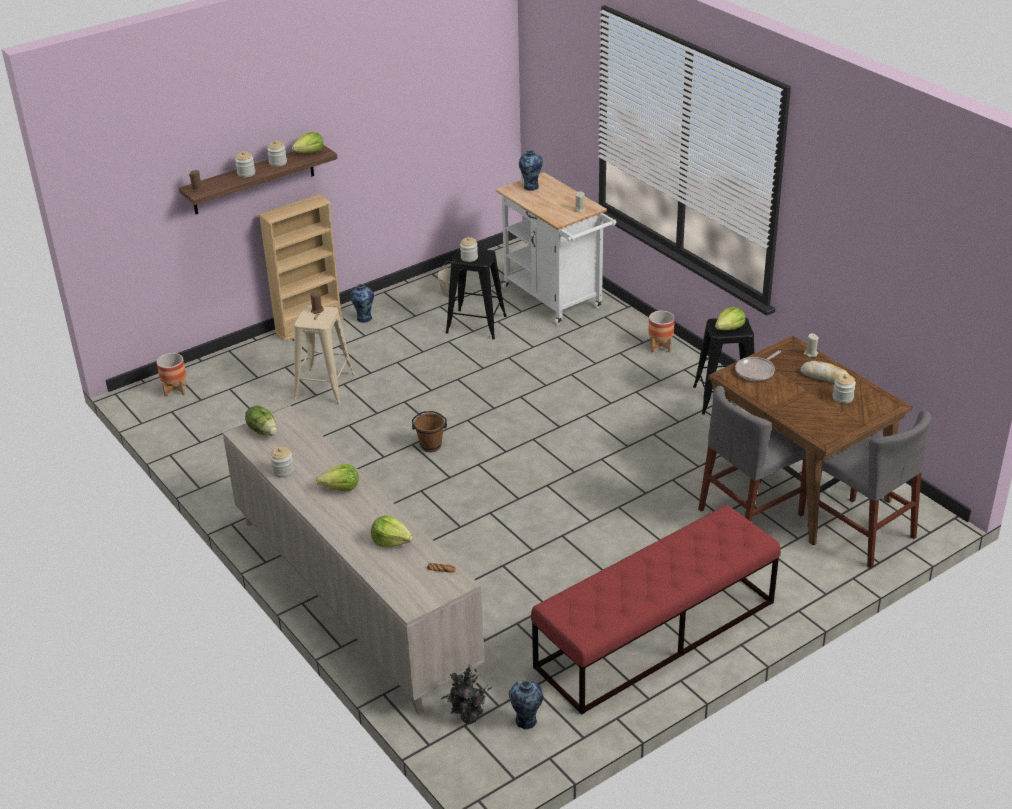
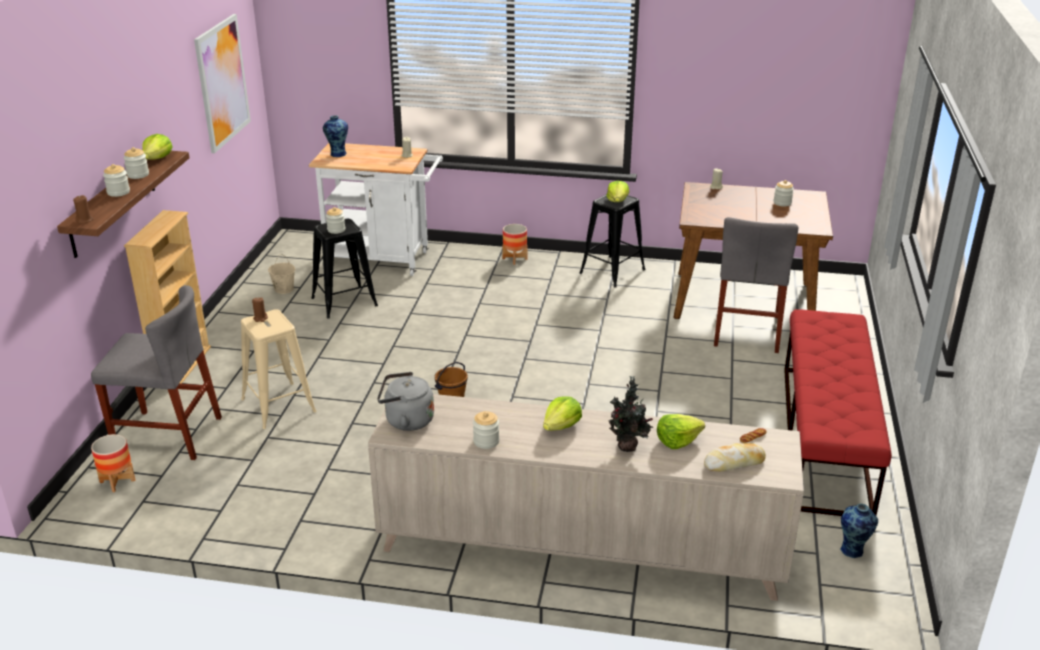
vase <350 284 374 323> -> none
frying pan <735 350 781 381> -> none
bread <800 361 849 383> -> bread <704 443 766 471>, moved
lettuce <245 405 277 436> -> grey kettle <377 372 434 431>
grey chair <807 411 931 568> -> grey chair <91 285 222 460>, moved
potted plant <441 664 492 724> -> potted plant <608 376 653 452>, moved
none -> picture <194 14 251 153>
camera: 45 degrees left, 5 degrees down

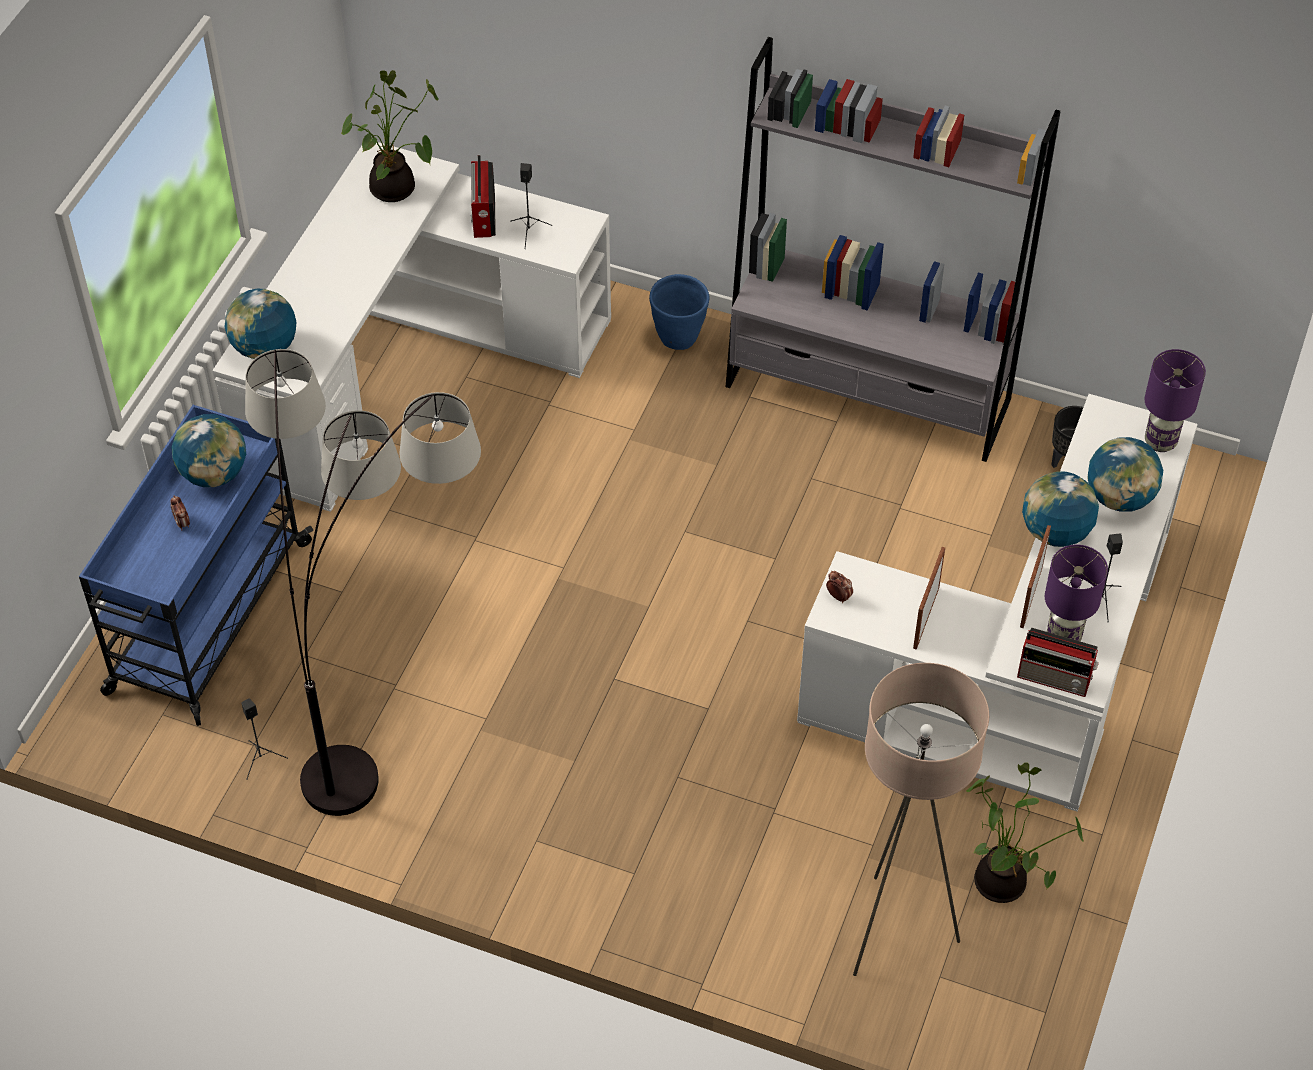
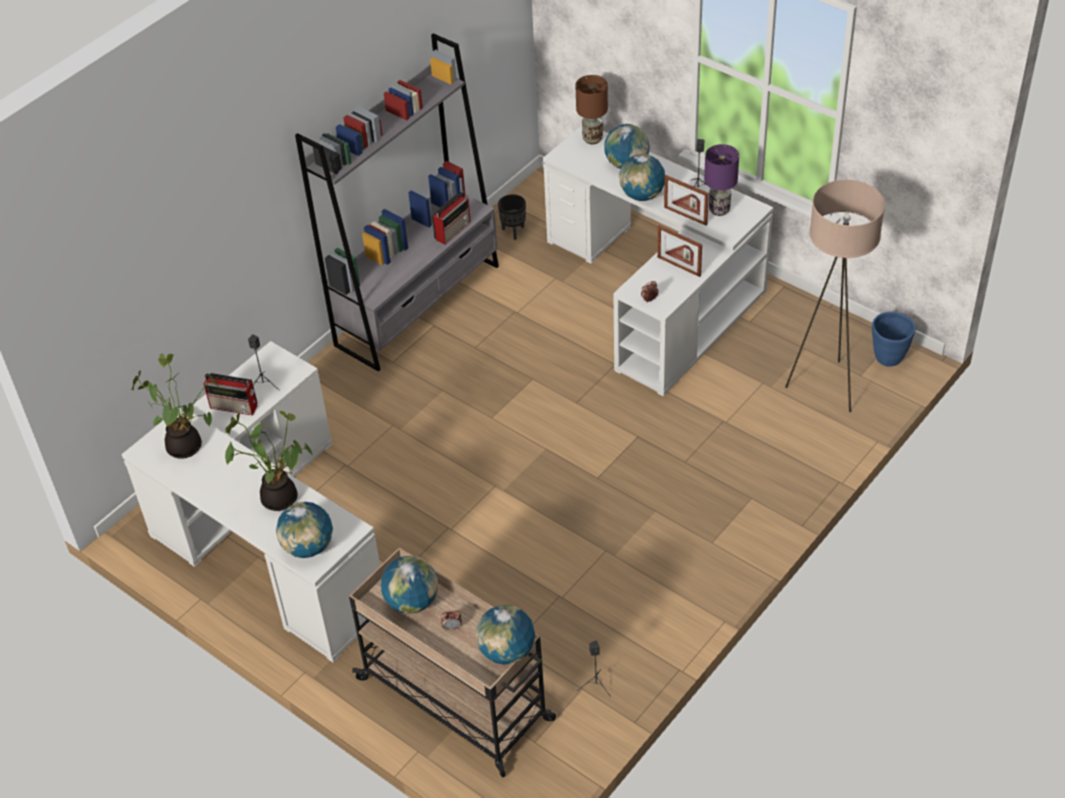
blue planter <649 274 710 350> -> blue planter <872 312 916 367>, moved
floor lamp <245 349 481 816> -> none
purple table lamp <1145 349 1206 452> -> brown table lamp <576 75 608 144>
blue cart <79 405 313 726> -> beige cart <349 547 556 778>
radio <1017 628 1099 697> -> radio <432 191 471 245>, moved
potted plant <966 762 1084 903> -> potted plant <225 411 313 511>, moved
none -> globe <476 605 535 665>
camera: 70 degrees left, 5 degrees down

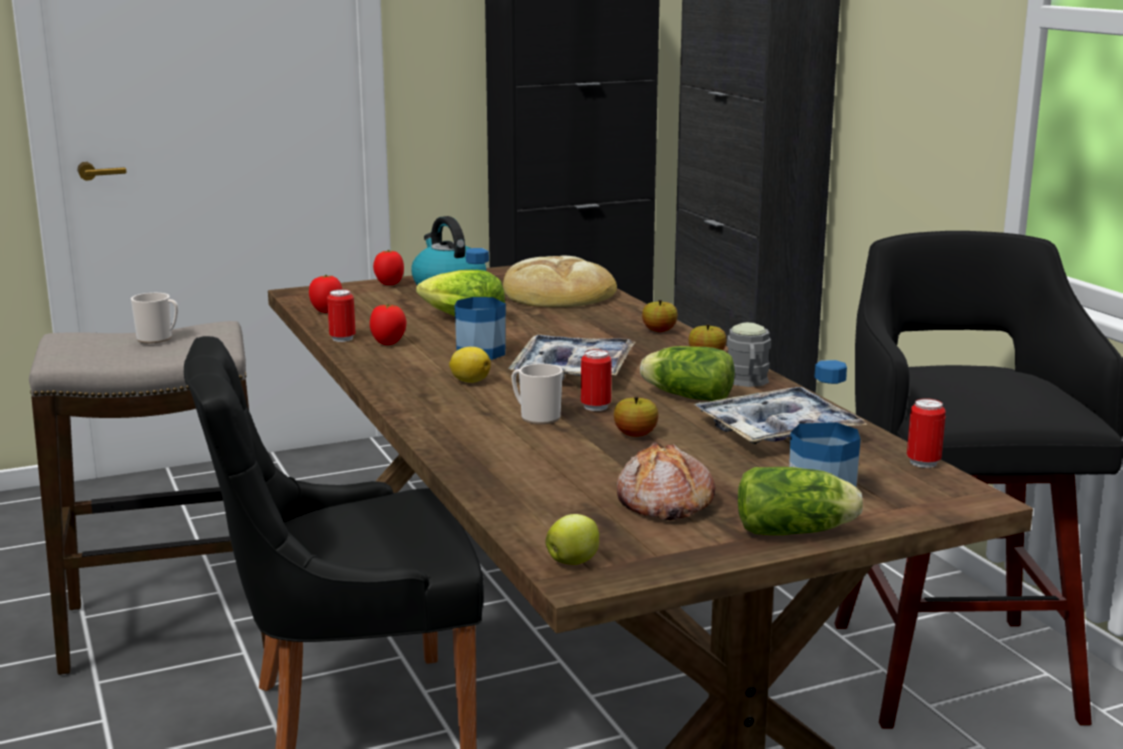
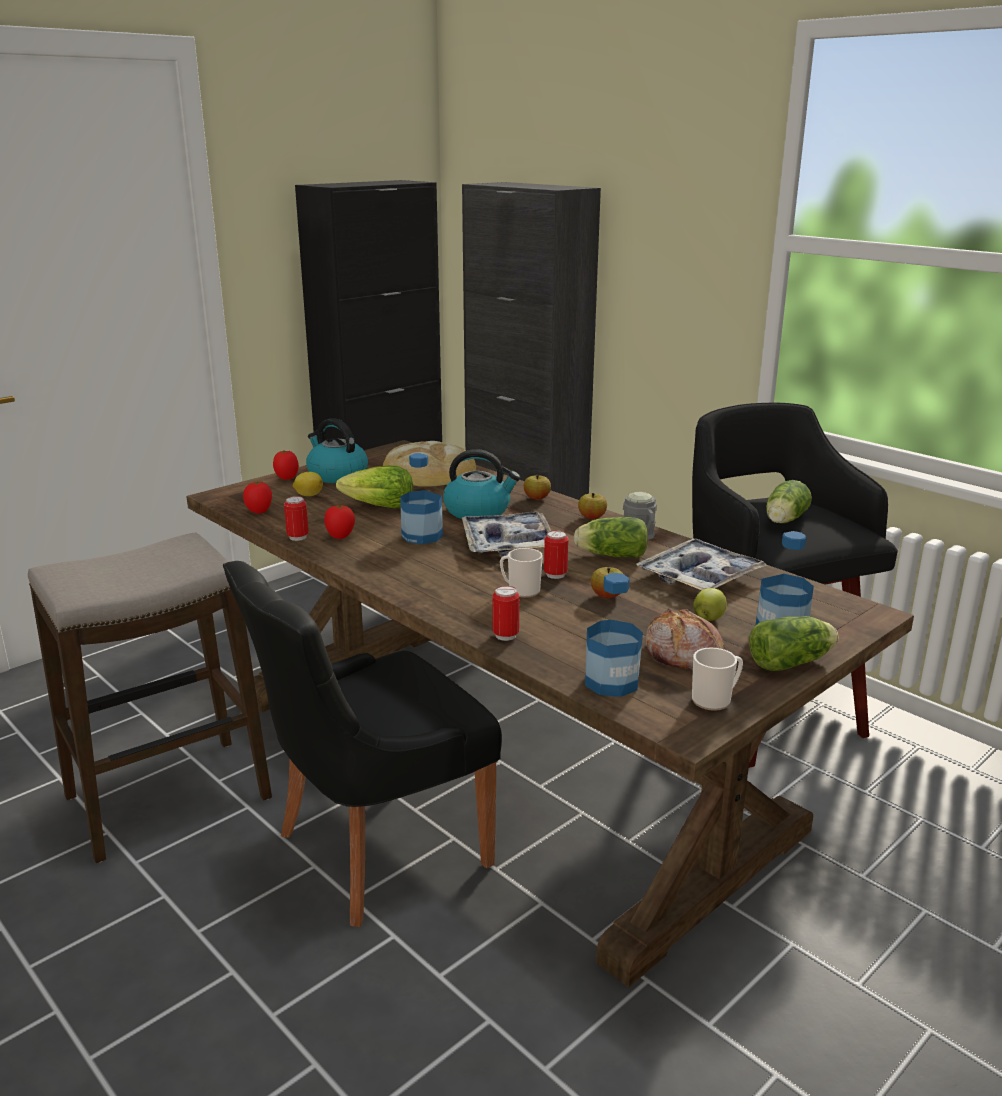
mug <131 293 178 344> -> mug <692 648 743 711>, moved
lemon <449 347 491 383> -> lemon <293 472 323 496>, moved
can <907 398 946 468> -> can <492 586 519 641>, moved
apple <545 514 600 565> -> apple <693 588 727 621>, moved
none -> kettle <443 449 521 519>
none -> lettuce <766 480 812 523>
none -> bottle <585 573 643 697>
camera: 20 degrees left, 5 degrees up

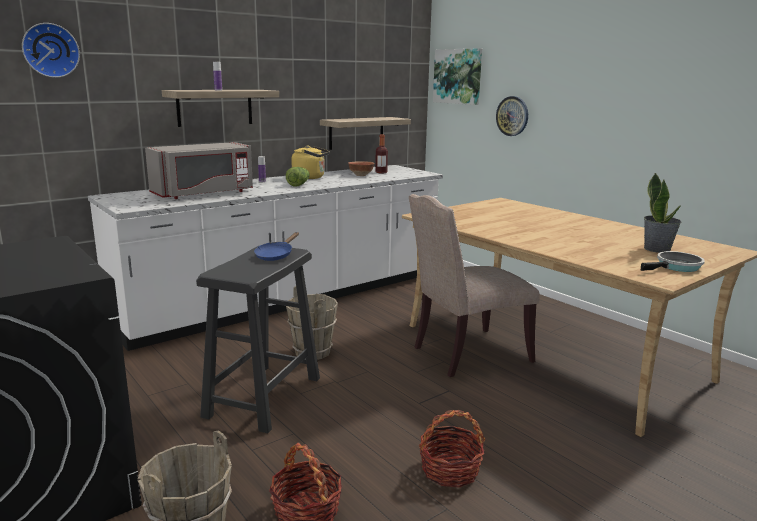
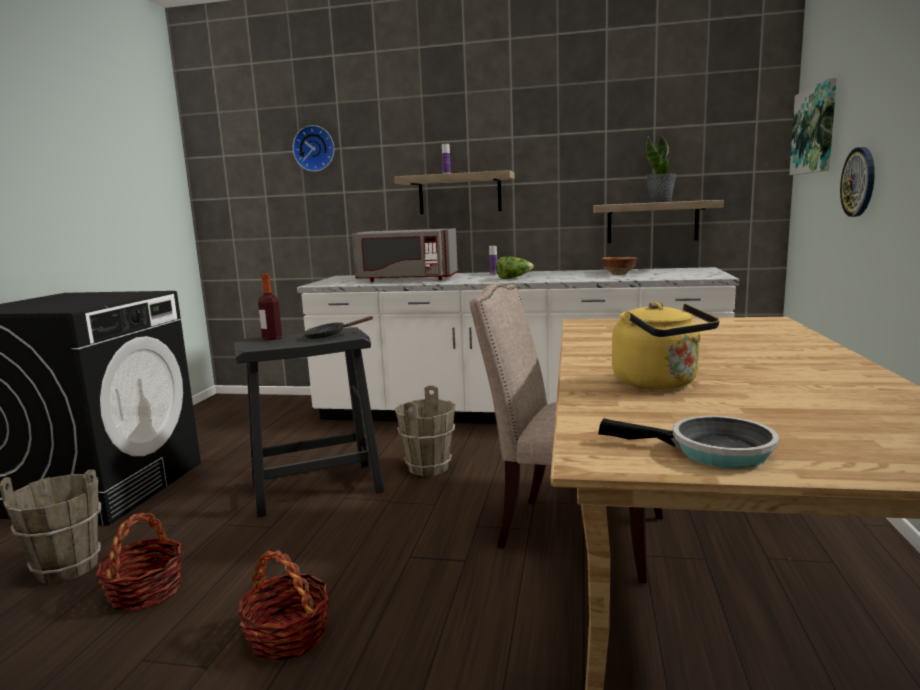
bottle <375 134 388 174> -> bottle <258 274 282 340>, moved
yellow kettle <291 145 330 179> -> yellow kettle <612 302 720 390>, moved
potted plant <644 172 681 253> -> potted plant <646 135 677 202>, moved
blue frying pan <254 232 299 261> -> black frying pan <303 316 374 339>
camera: 50 degrees right, 5 degrees down

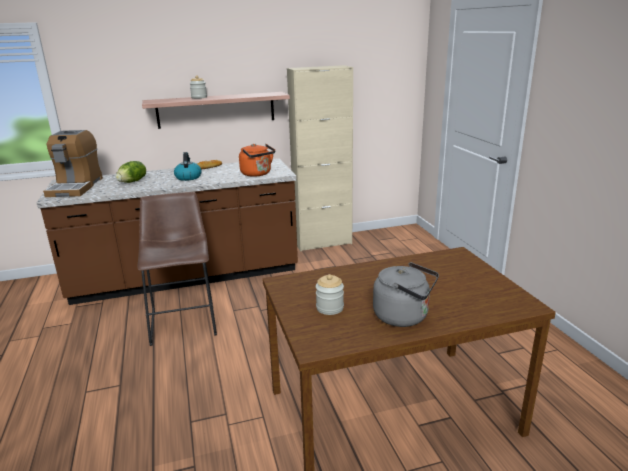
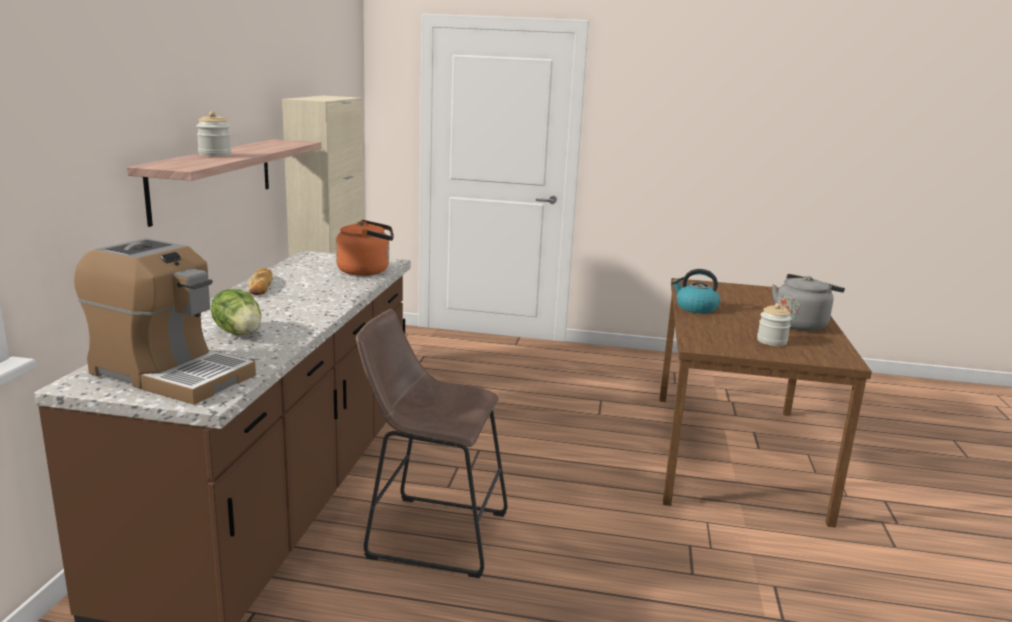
kettle <174 152 202 181> -> kettle <672 269 720 313>, moved
camera: 65 degrees left, 5 degrees down

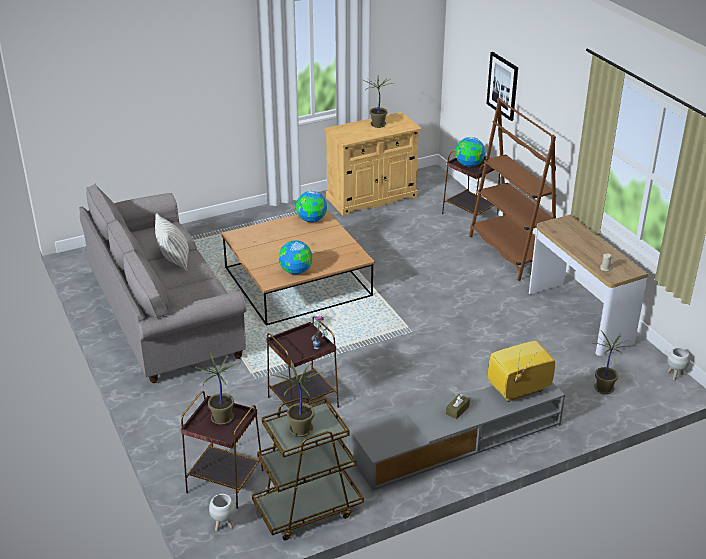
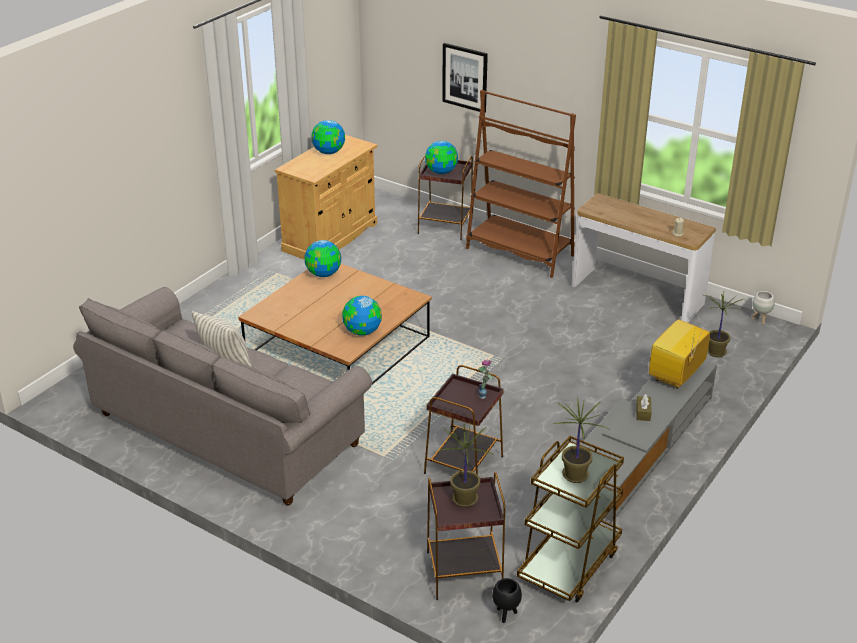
potted plant <363 75 394 128> -> globe <311 120 345 154>
white planter <209 494 235 531> -> black planter <492 578 522 623>
camera: 30 degrees left, 0 degrees up

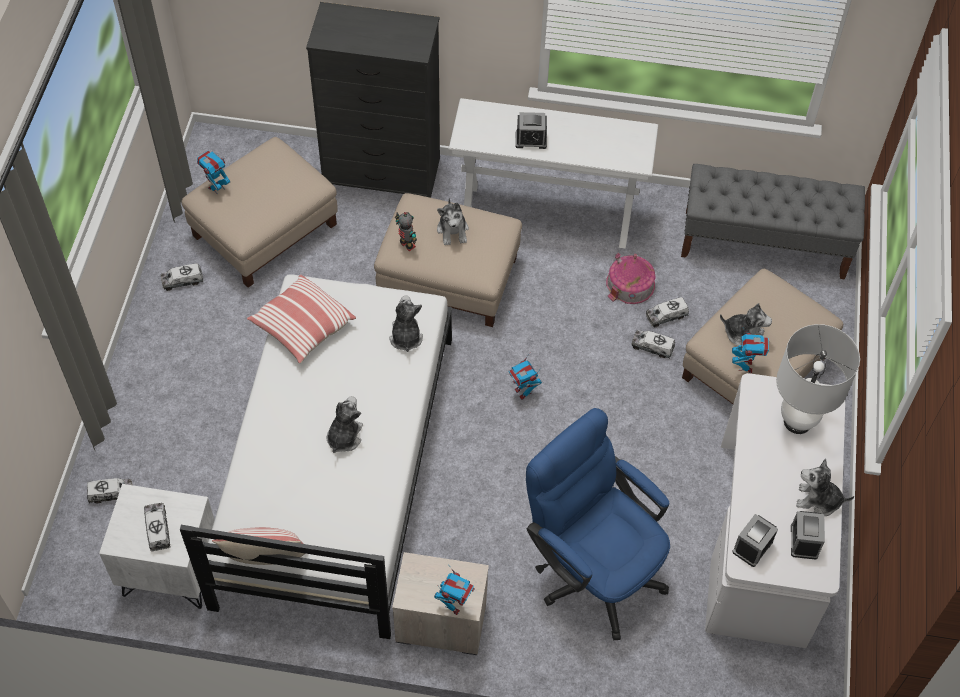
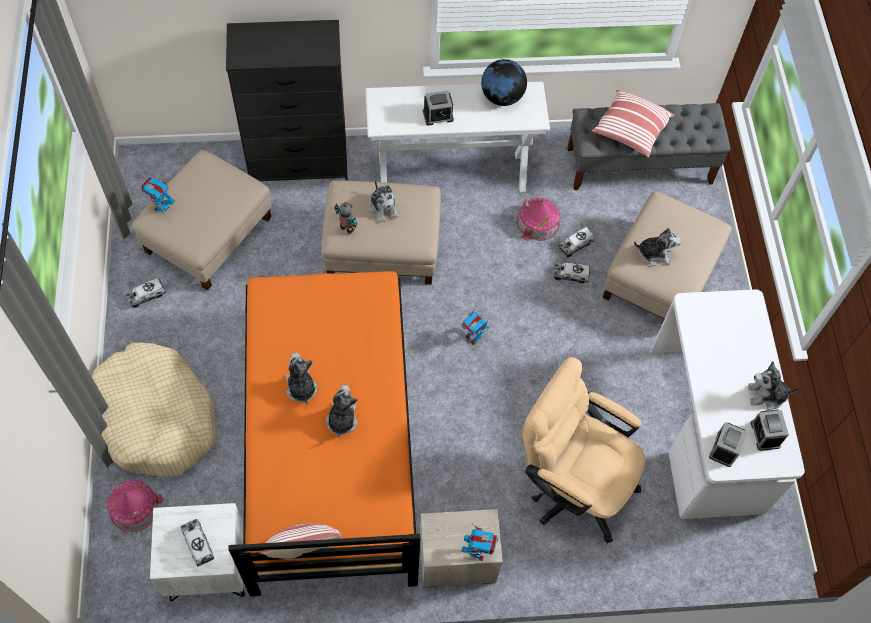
white bed <180 274 452 639> -> orange bed <229 271 421 597>
pillow <247 275 356 363> -> pillow <592 90 675 157>, moved
plush toy <389 295 423 352> -> plush toy <286 352 317 404>, moved
white table lamp <776 324 860 434> -> none
toy robot <732 328 769 373> -> none
blue office chair <526 408 670 640> -> beige office chair <522 357 645 543>
toy truck <87 478 133 503> -> toy house <107 481 163 532>
none -> globe <481 59 527 106>
none -> beige dog bed <92 343 217 477>
camera: 15 degrees left, 5 degrees up

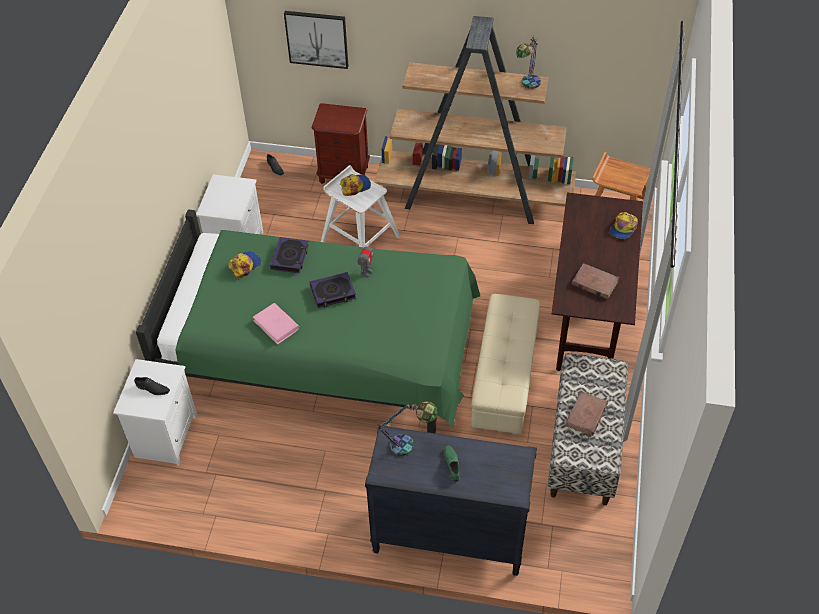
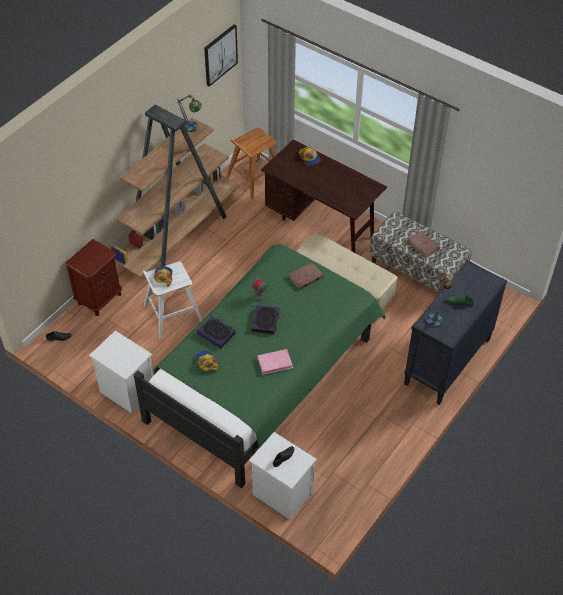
picture <284 11 348 69> -> picture <204 25 238 87>, moved
brown book <572 263 619 300> -> brown book <288 262 324 290>, moved
camera: 65 degrees left, 0 degrees up

